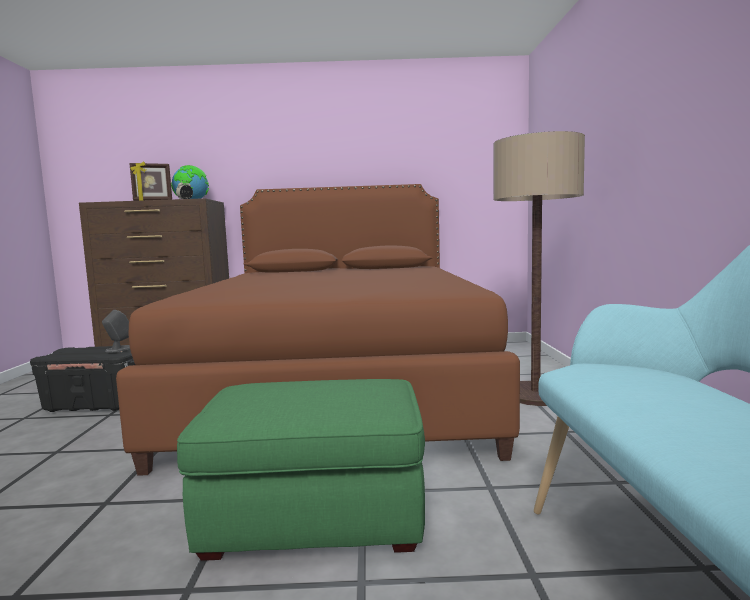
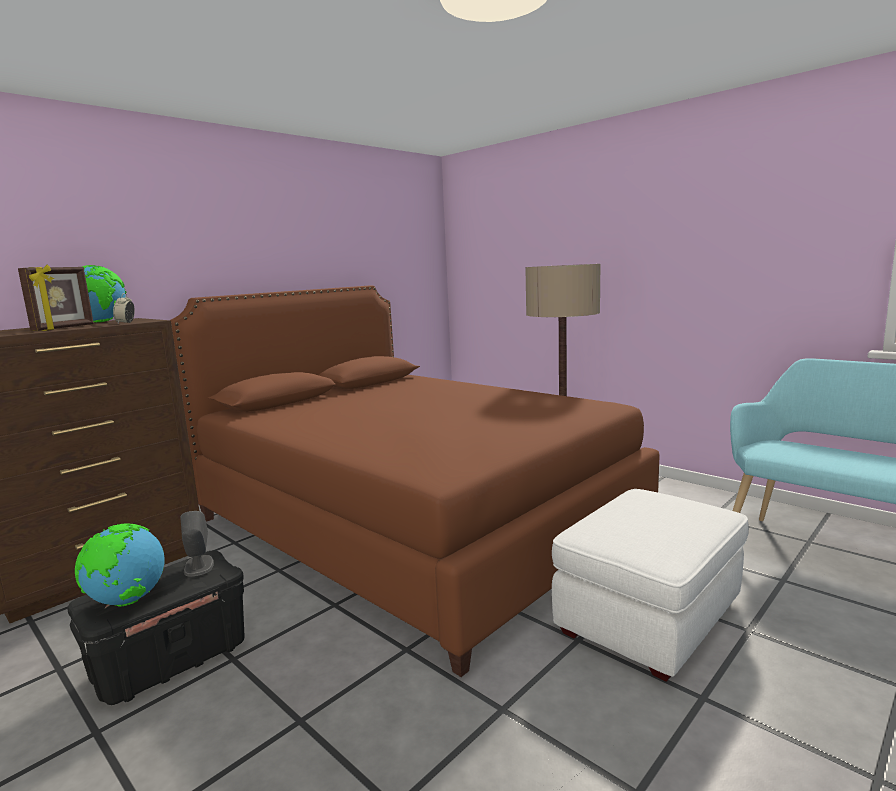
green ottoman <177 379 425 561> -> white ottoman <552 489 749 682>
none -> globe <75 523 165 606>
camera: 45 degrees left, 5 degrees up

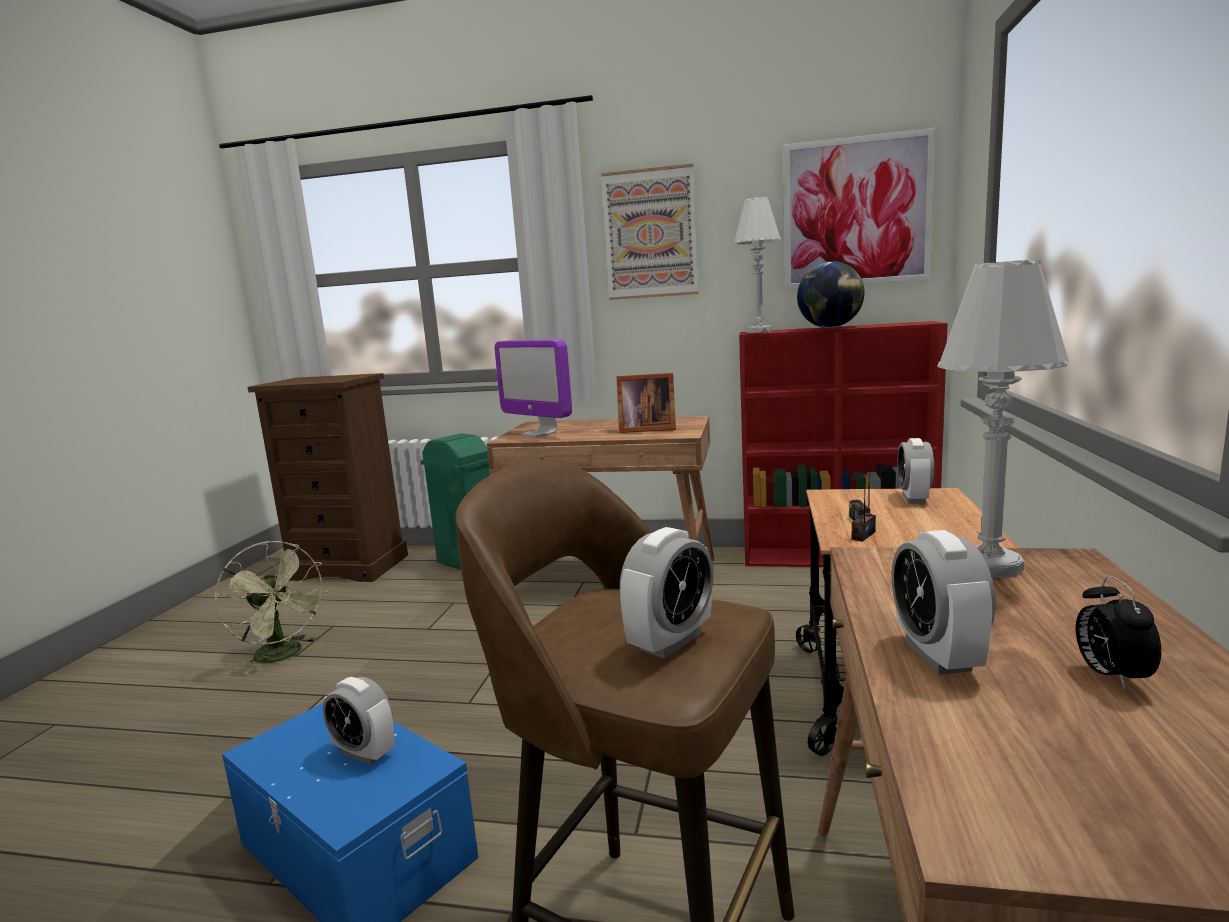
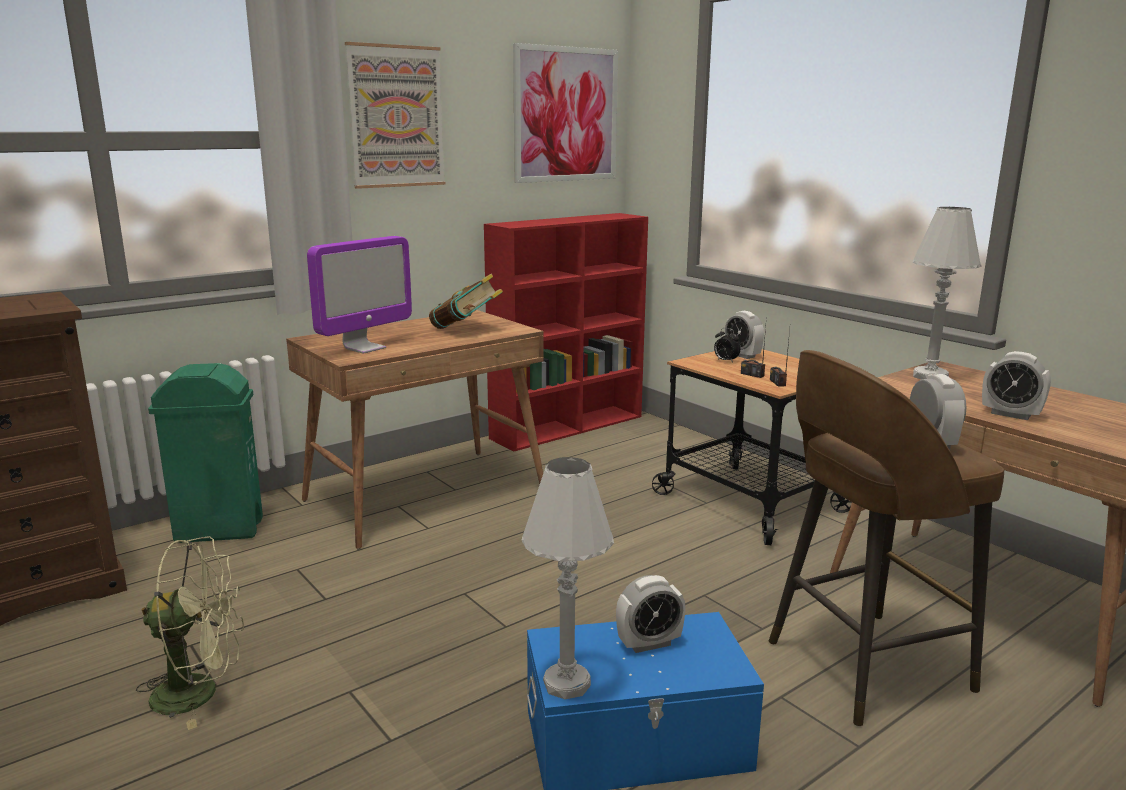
white table lamp <733 197 781 333> -> white table lamp <522 457 614 699>, moved
globe <797 261 864 328> -> none
monitor <494 339 572 437> -> monitor <307 236 412 354>, 45 degrees counterclockwise
picture frame <616 373 676 433> -> book <429 274 503 329>
alarm clock <1076 576 1161 691> -> alarm clock <714 328 741 363>, moved
camera: 50 degrees left, 5 degrees up

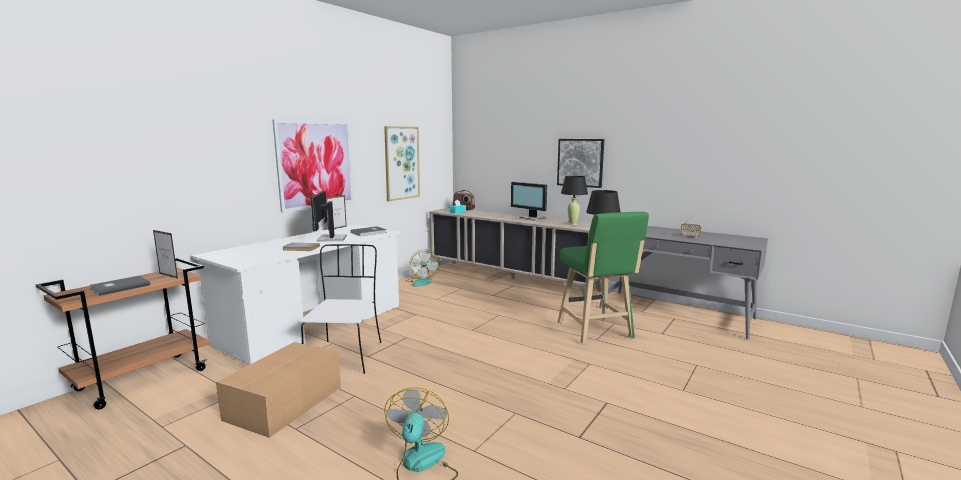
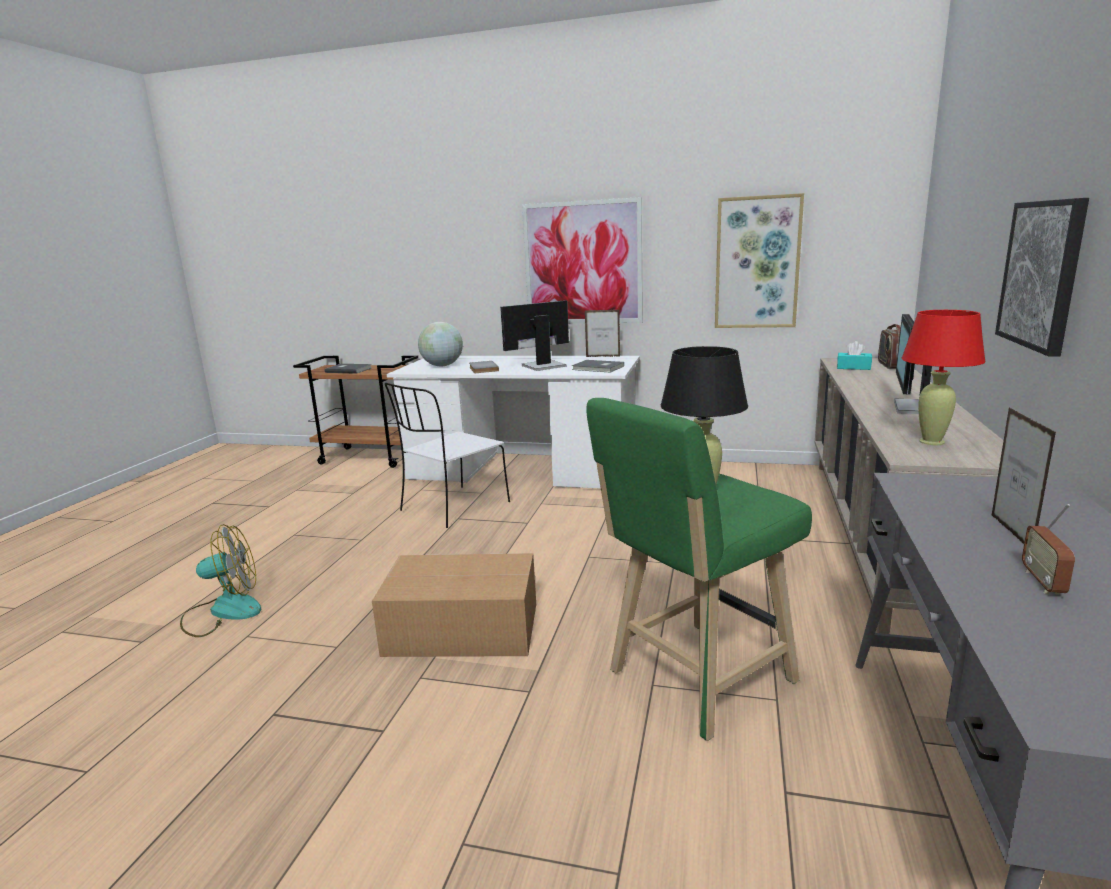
black table lamp <561 176 588 225> -> red table lamp <902 310 985 445>
picture frame <153 230 178 279> -> picture frame <992 407 1056 544>, moved
white chair <299 244 381 374> -> white chair <385 383 510 528>, 150 degrees clockwise
fan <406 249 439 287> -> none
cardboard box <216 342 341 438> -> cardboard box <372 553 536 657>, moved
none -> globe <418 322 463 366>
camera: 70 degrees right, 5 degrees up

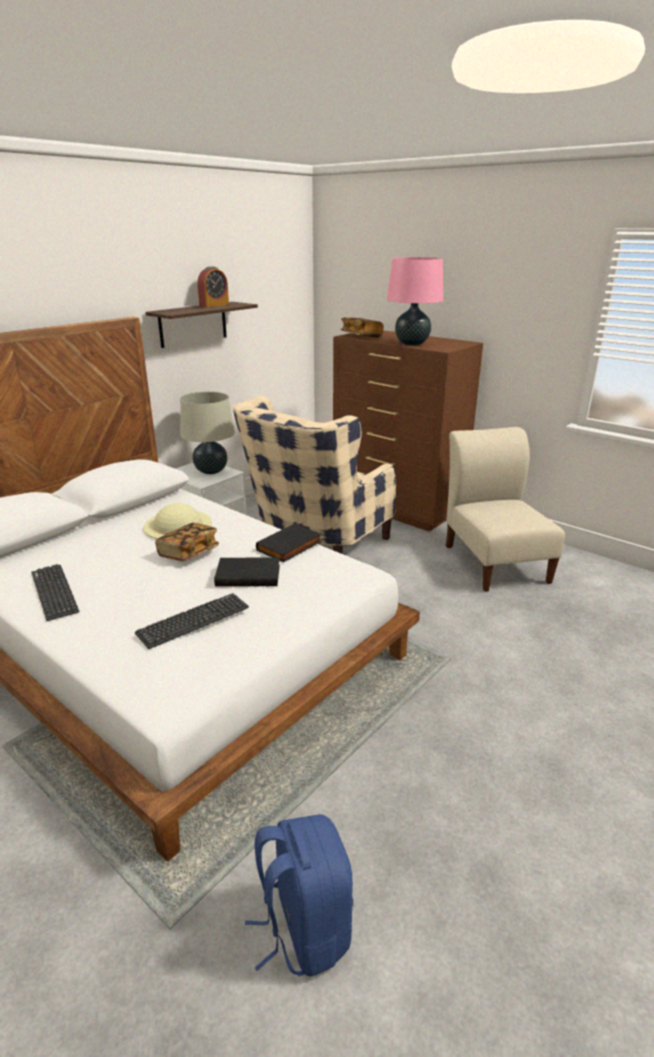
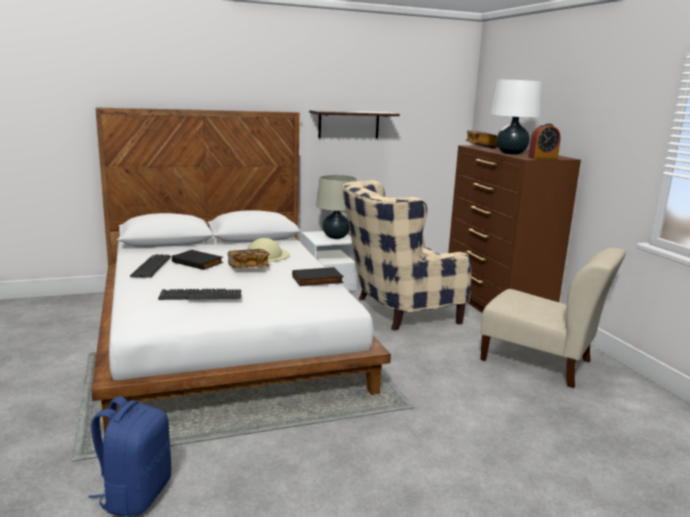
pink table lamp <387 257 443 345> -> white table lamp <491 80 543 155>
alarm clock <197 266 229 308> -> alarm clock <528 123 561 159>, moved
beige chair <445 427 565 592> -> beige chair <480 248 626 388>, 105 degrees clockwise
black book <214 557 280 587> -> black book <172 250 223 270>, moved
camera: 30 degrees right, 10 degrees down

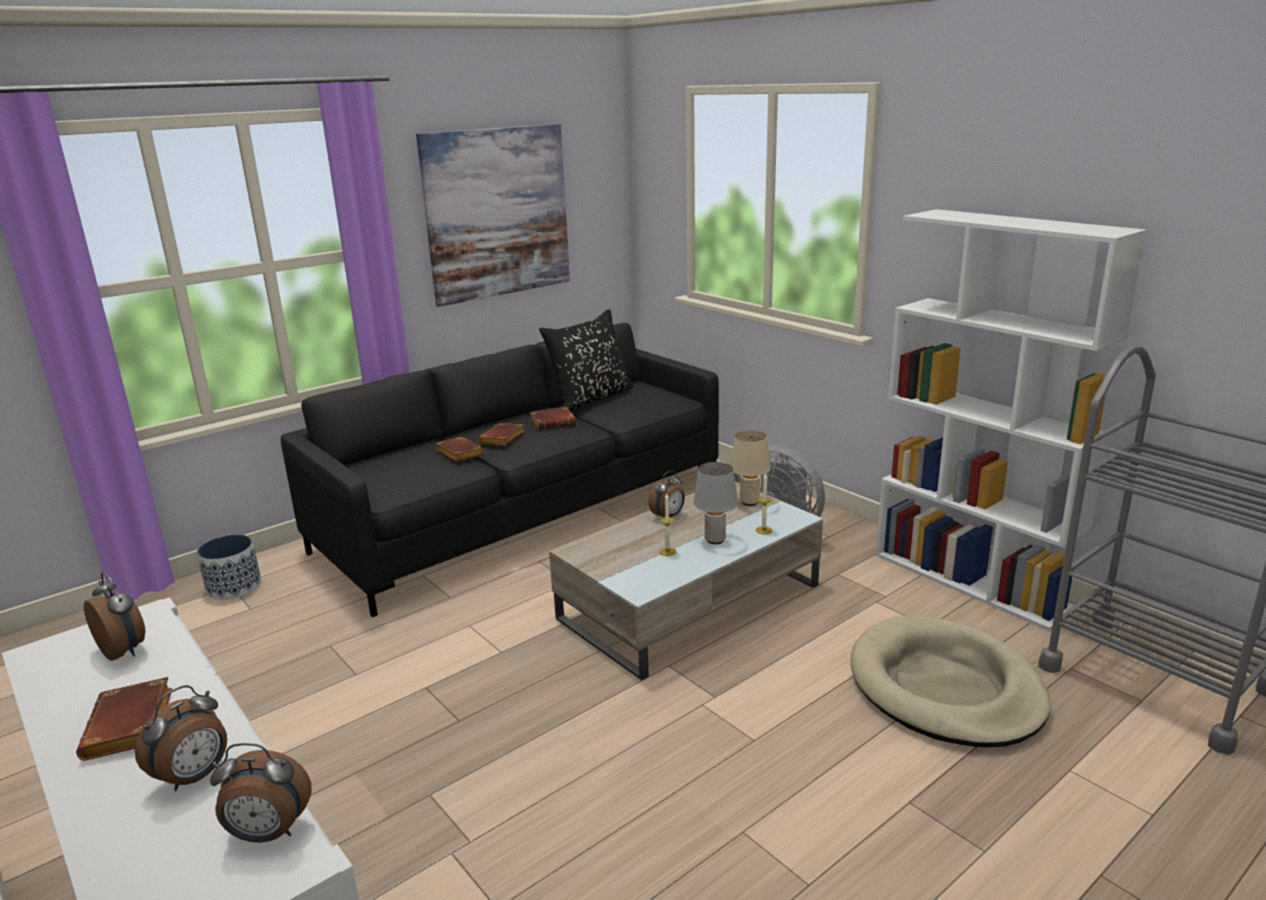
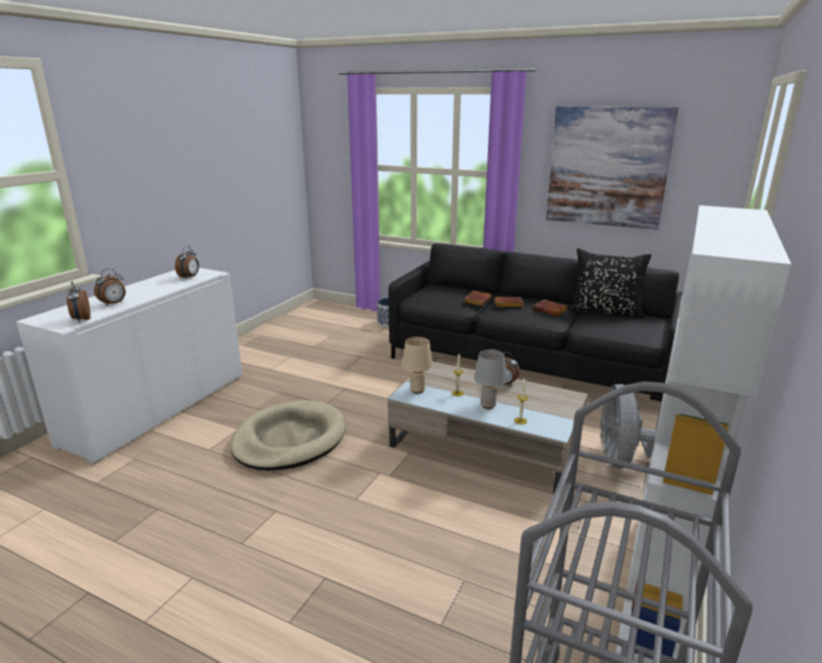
beige table lamp <730 430 771 506> -> beige table lamp <402 337 433 394>, moved
beige dog bed <851 615 1051 747> -> beige dog bed <230 400 346 471>, moved
brown book <76 677 172 761> -> none
alarm clock <135 685 227 791> -> alarm clock <94 268 126 306>, 60 degrees counterclockwise
camera: 65 degrees right, 0 degrees up

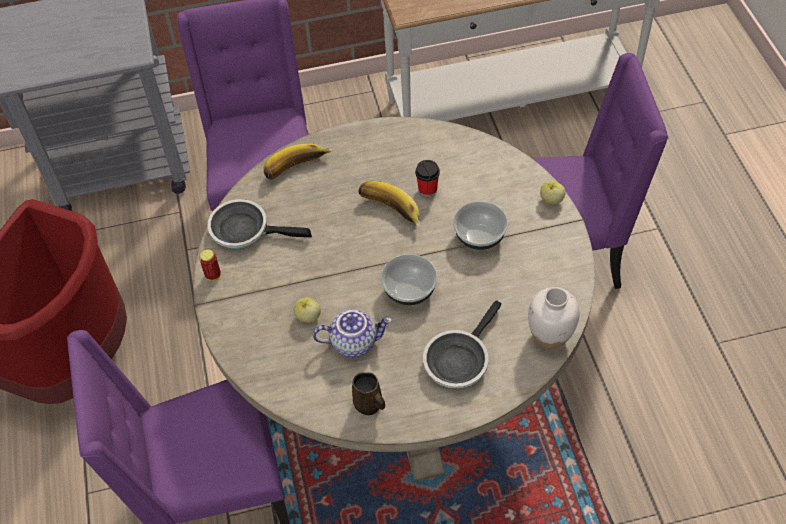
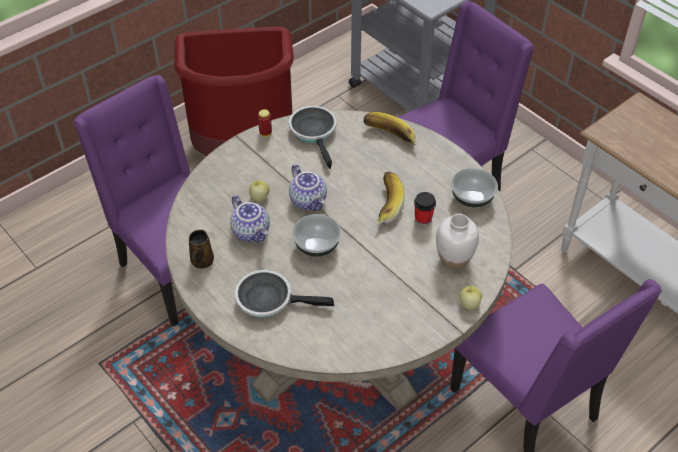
bowl <453 201 508 250> -> bowl <451 168 498 207>, moved
white vase <528 287 580 349> -> white vase <436 214 479 270>, moved
none -> teapot <289 164 327 211>
camera: 60 degrees right, 5 degrees down

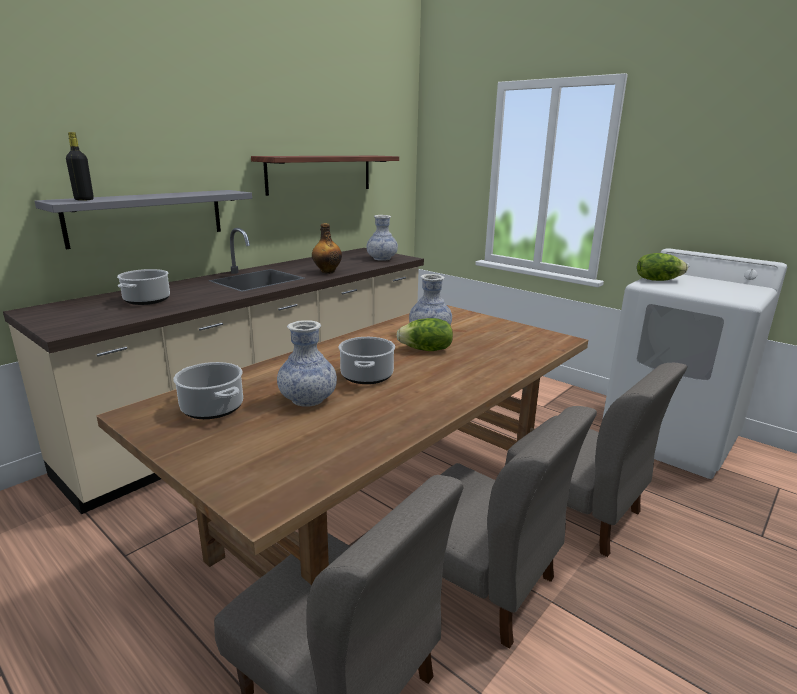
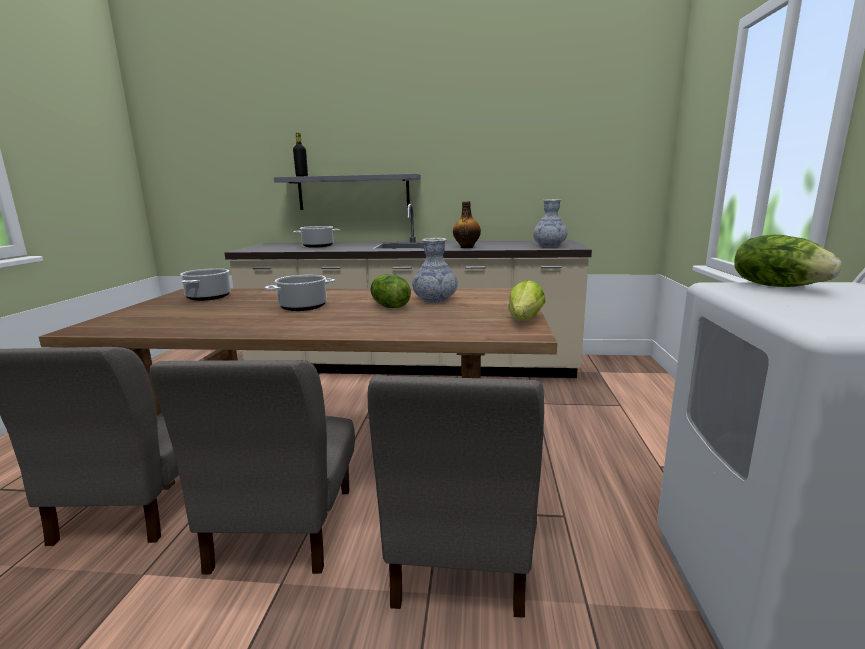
shelf <251 156 399 196> -> none
vase <277 320 337 407> -> none
none -> lettuce <508 280 545 320>
camera: 55 degrees right, 5 degrees down

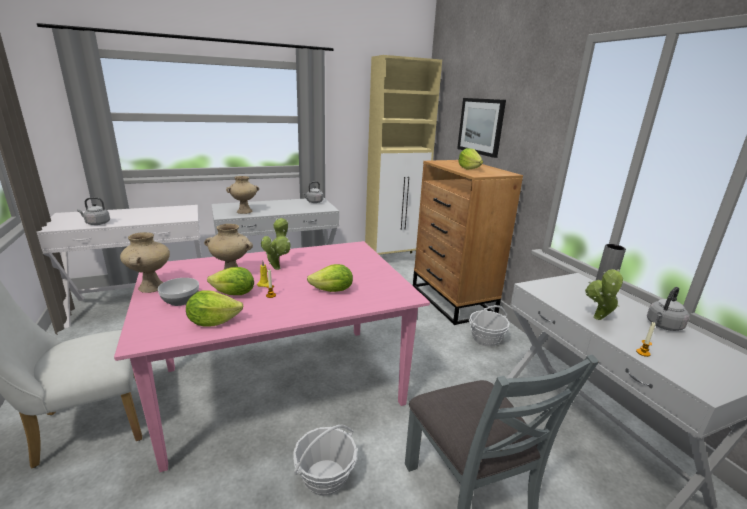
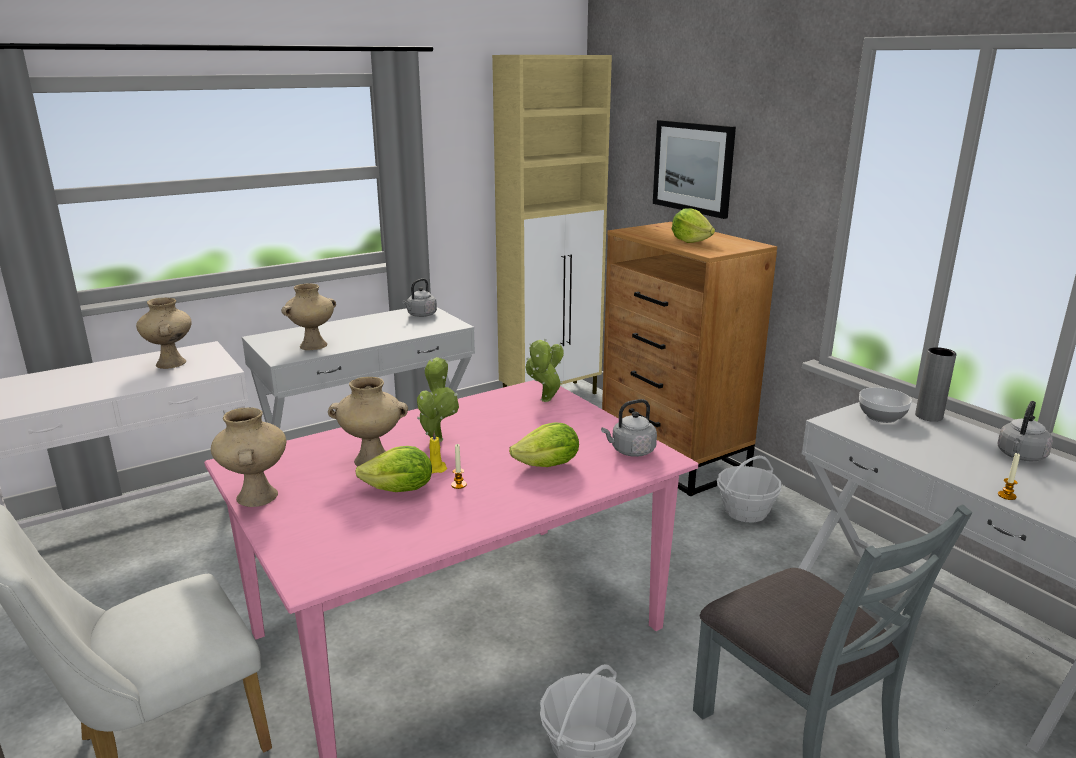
grey kettle <77 197 110 225> -> grey kettle <601 399 657 457>, moved
potted plant <585 269 624 320> -> potted plant <525 339 564 402>, moved
bowl <158 278 199 306> -> bowl <859 387 912 423>, moved
lettuce <186 290 244 326> -> none
none -> beige vase <136 297 192 369>
camera: 10 degrees left, 0 degrees up

